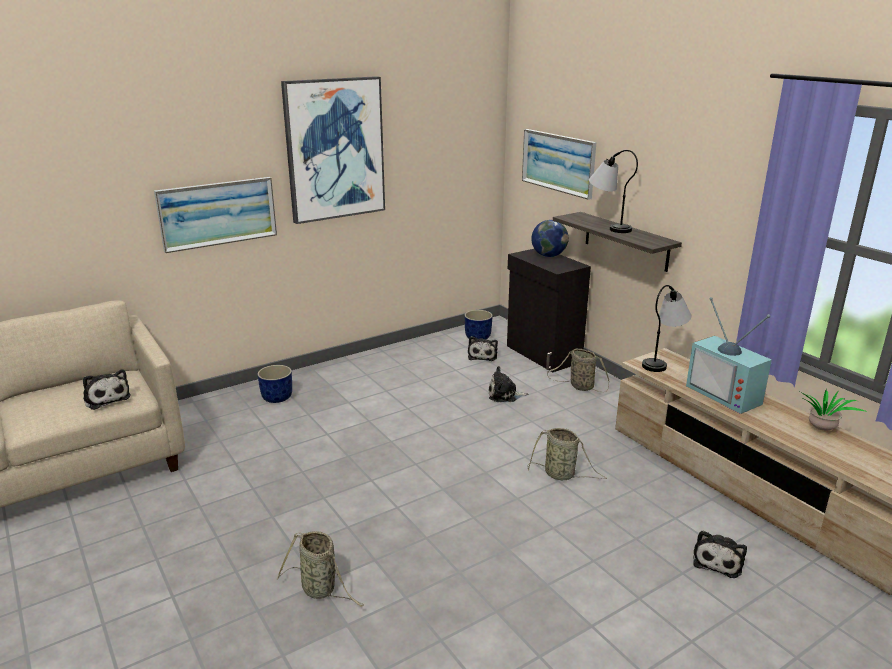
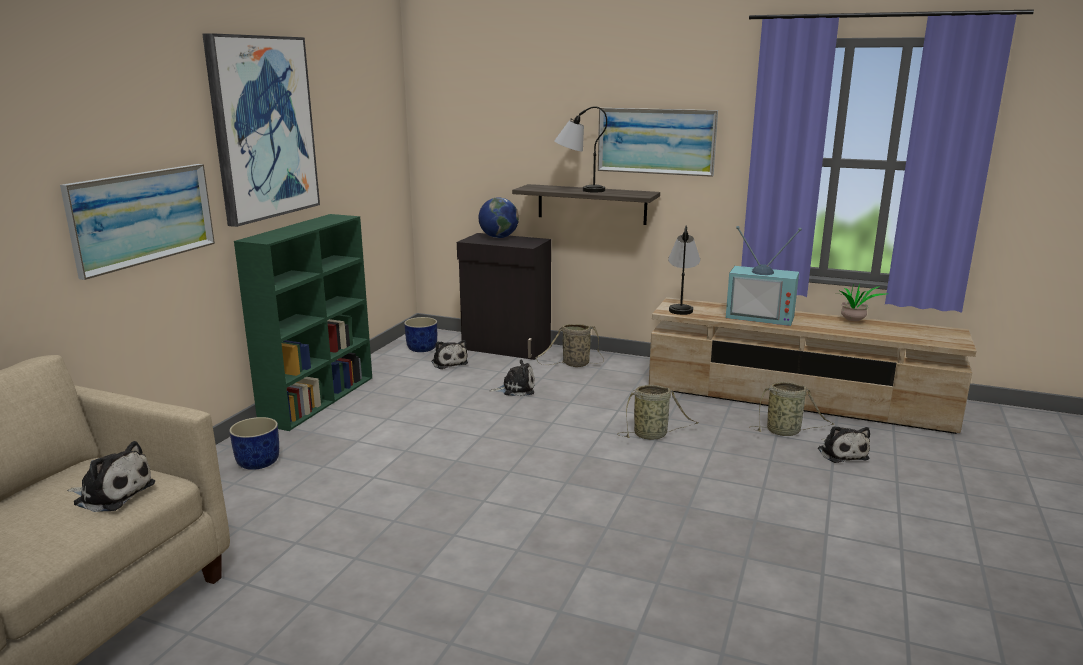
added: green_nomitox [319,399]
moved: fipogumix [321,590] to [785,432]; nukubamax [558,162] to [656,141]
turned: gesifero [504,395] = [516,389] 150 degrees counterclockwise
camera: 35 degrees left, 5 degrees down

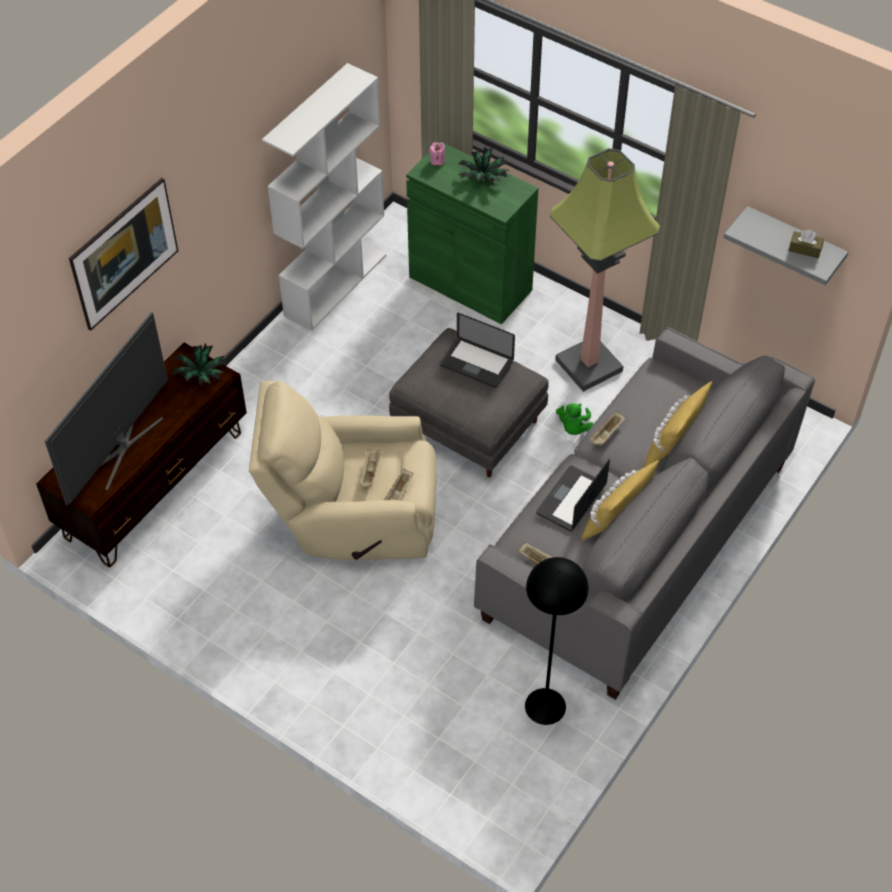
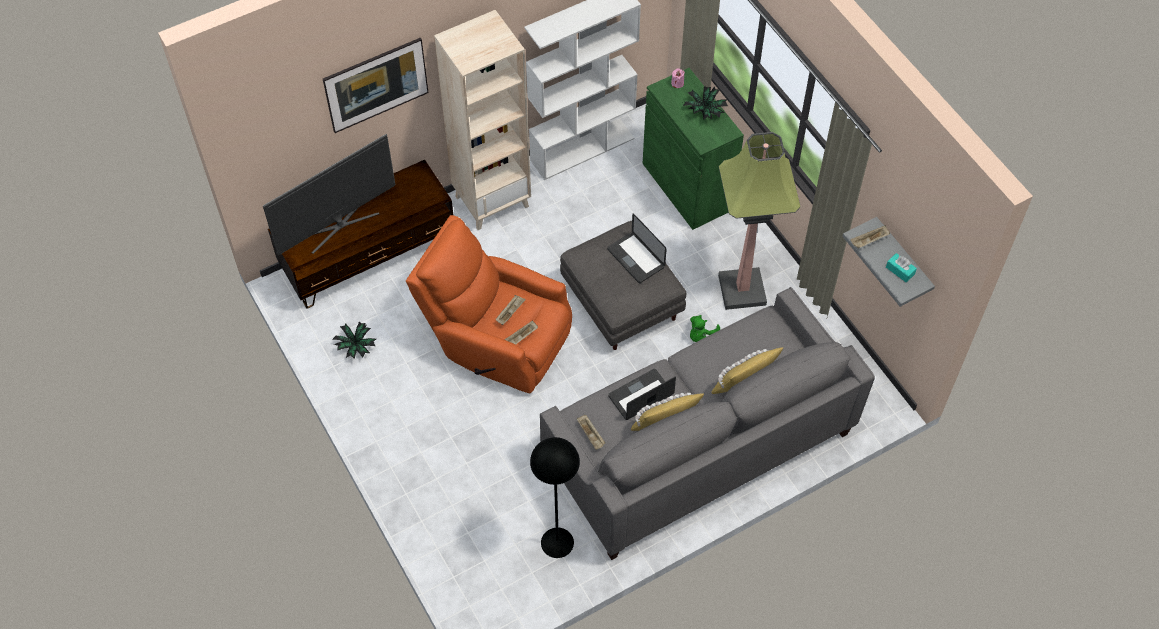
added: beige_nomitox [492,201]
moved: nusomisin [200,375] to [355,346]; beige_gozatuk [607,434] to [869,241]
recoloured: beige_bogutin [352,515] to orange_bogutin [496,339]; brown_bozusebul [805,249] to turquoise_bozusebul [900,271]
camera: 25 degrees right, 5 degrees up

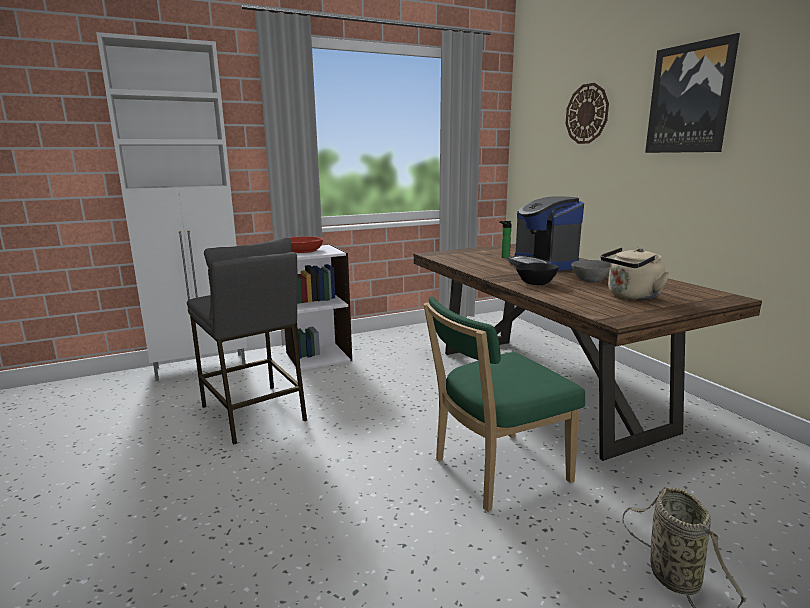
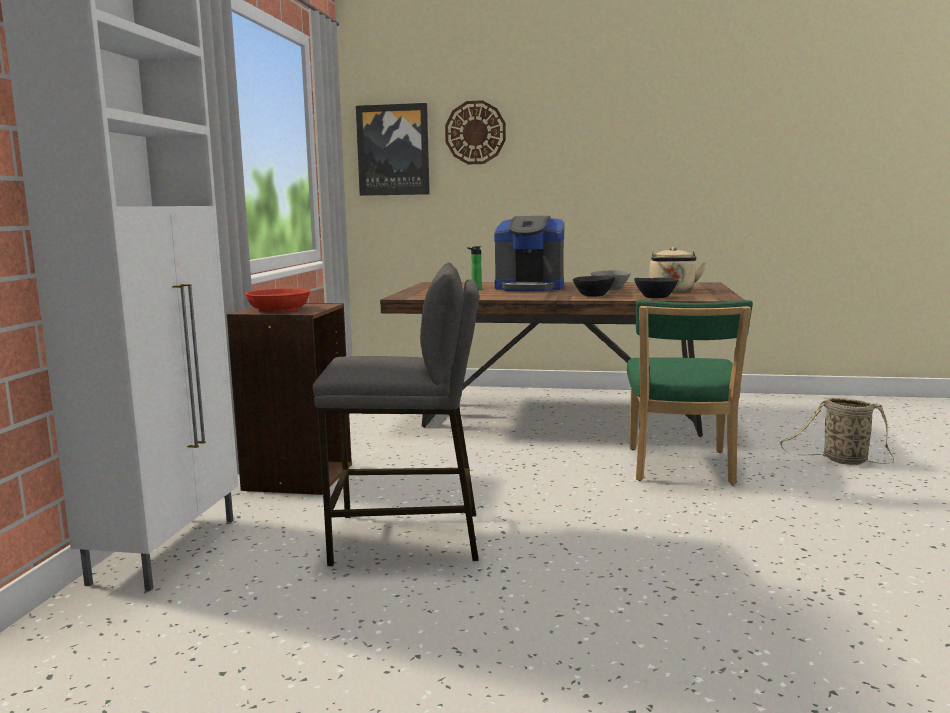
added: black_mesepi [656,297]
moved: nukubamax [689,99] to [393,150]
recoloured: white_nomitox [318,356] to brown_nomitox [297,477]
camera: 55 degrees left, 5 degrees down

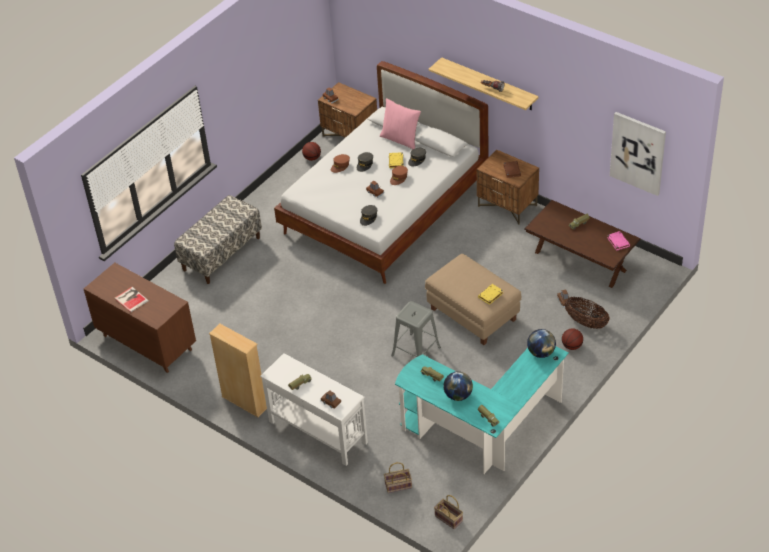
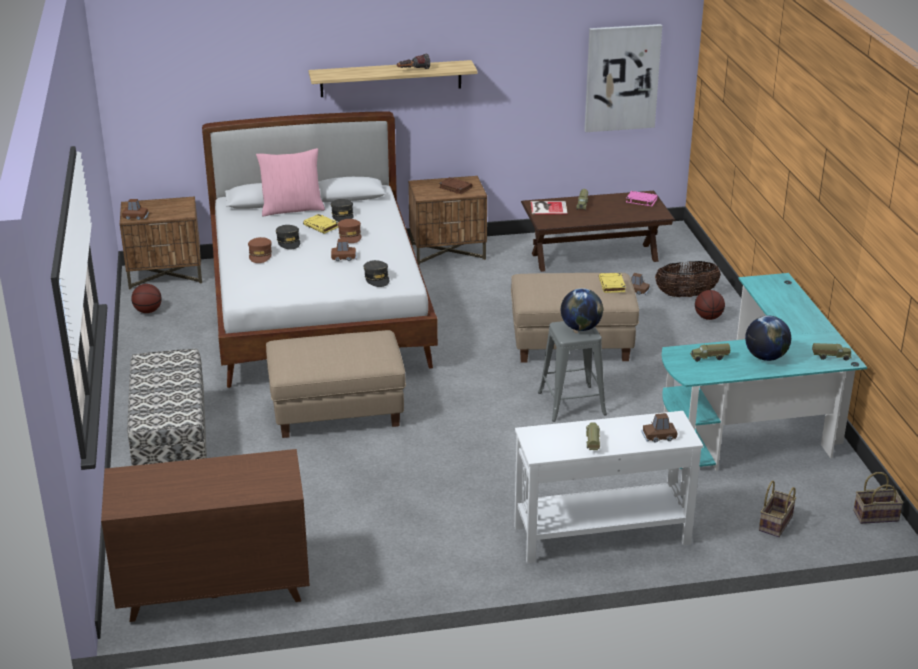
removed: beige_nomitox [244,402]
added: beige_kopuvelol [337,411]
moved: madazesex [131,299] to [547,208]; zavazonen [541,353] to [581,328]
camera: 50 degrees left, 15 degrees down

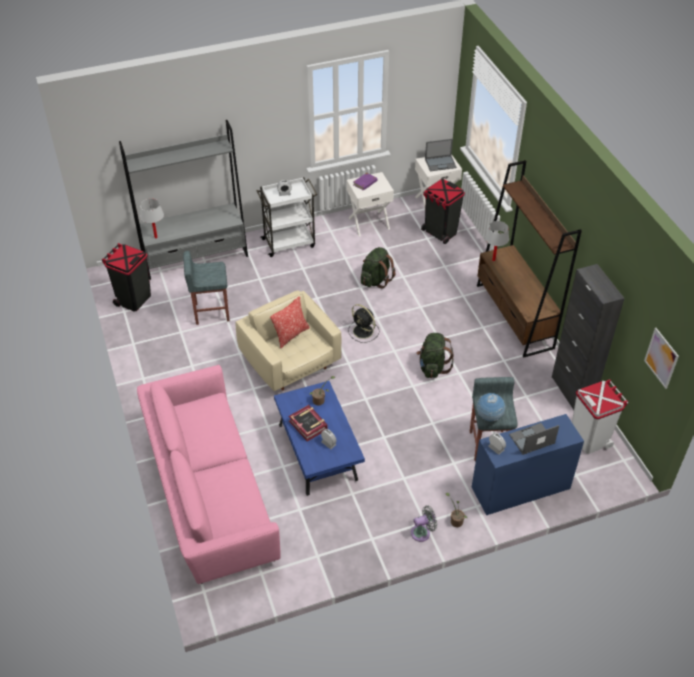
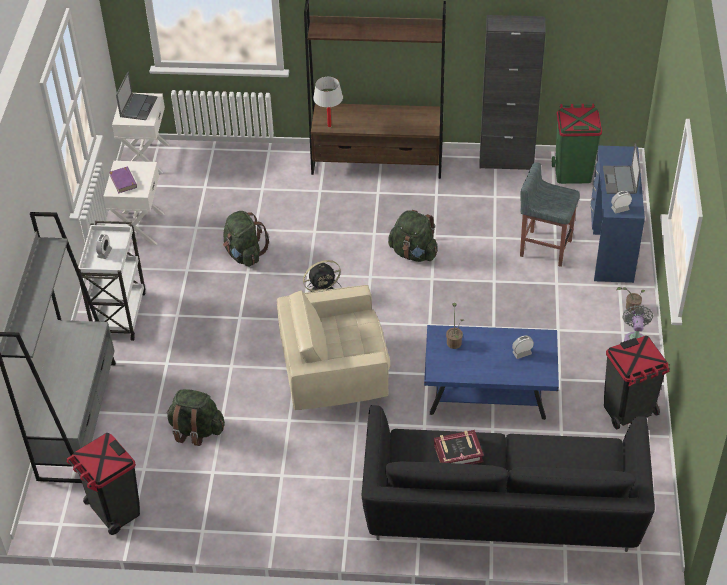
removed: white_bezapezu [156,237]; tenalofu [291,335]; zavazonen [489,417]; nukubamax [661,358]
moved: madazesex [308,425] to [458,453]; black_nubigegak [440,233] to [628,411]
replaced: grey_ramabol [211,312] to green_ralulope [196,430]
recoloured: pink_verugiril [210,494] to black_verugiril [502,510]; white_nubigegak [589,438] to green_nubigegak [572,173]
camera: 65 degrees left, 0 degrees up

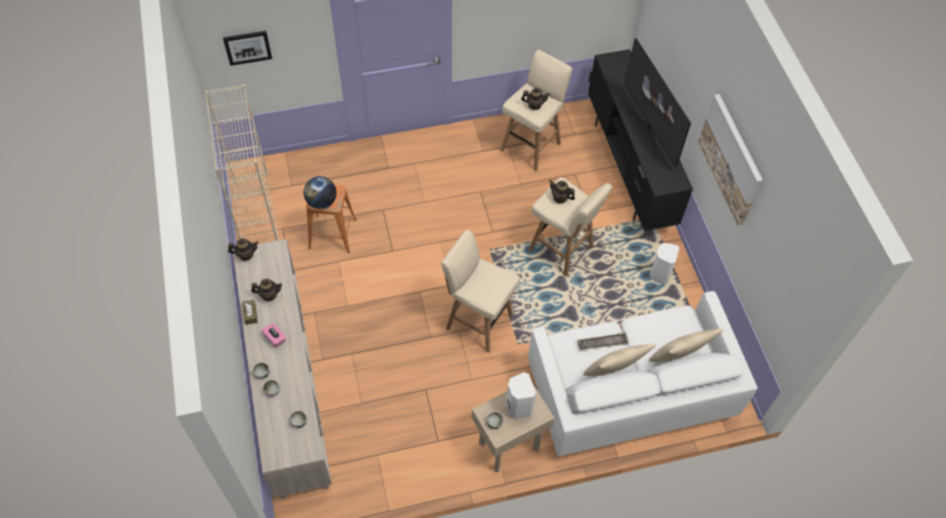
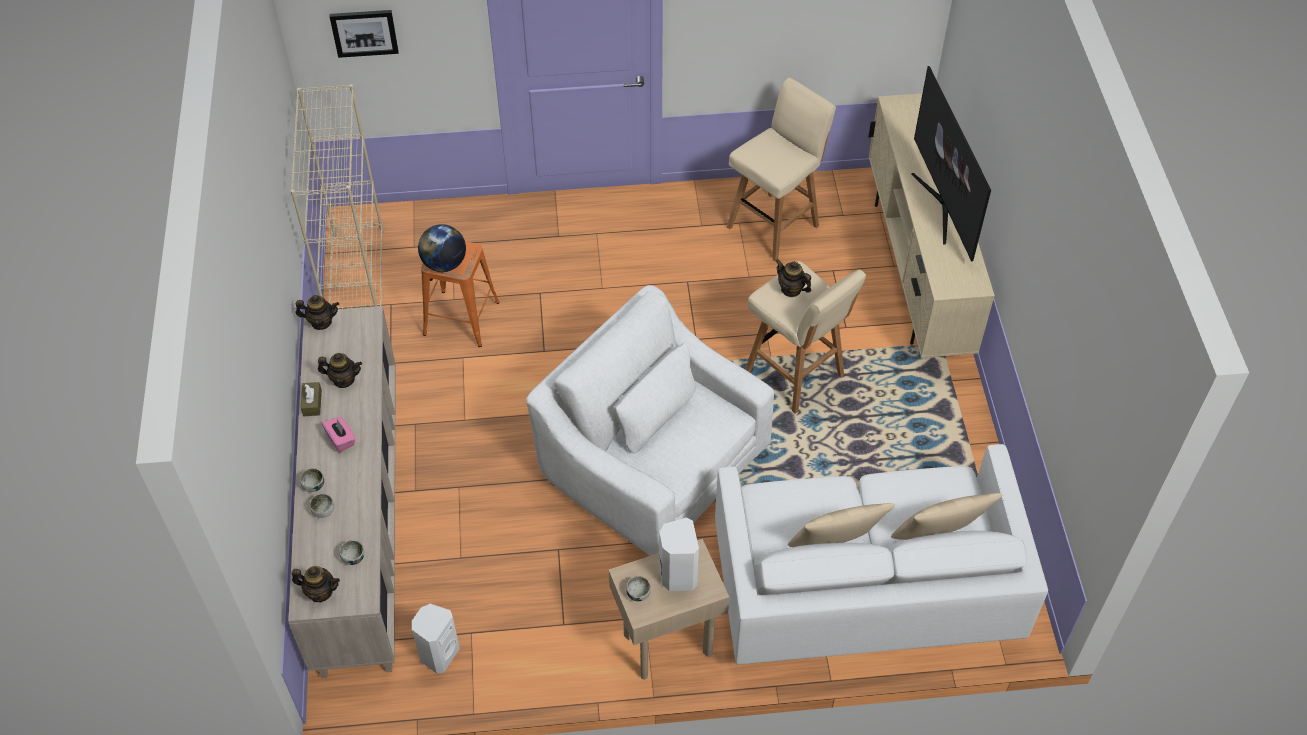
removed: gozatuk [602,343]; nukubamax [731,159]
moved: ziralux [534,105] to [320,592]; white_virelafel [659,274] to [438,654]
replaced: beige_ramabol [478,321] to white_bogutin [652,462]
recoloured: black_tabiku [629,169] to beige_tabiku [916,272]
camera: 10 degrees right, 5 degrees down

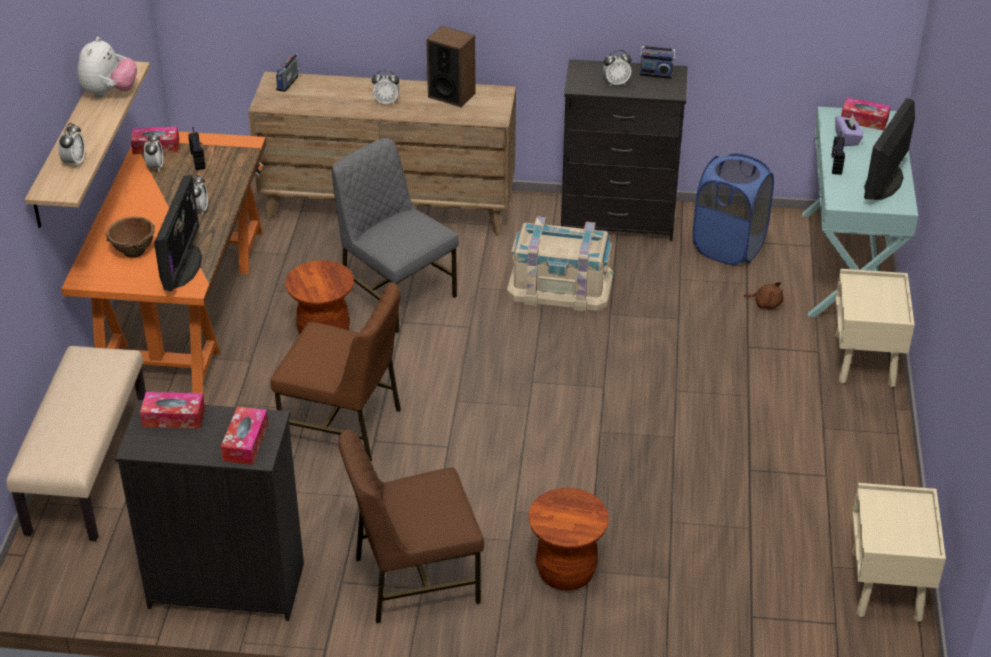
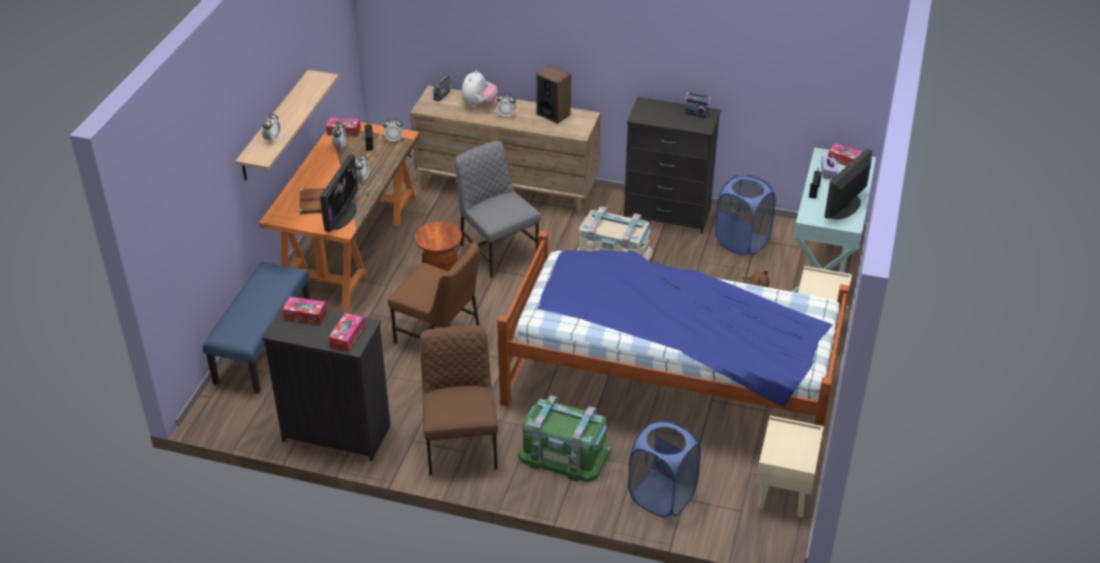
added: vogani [669,385]; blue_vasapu [661,497]
moved: gesifero [109,93] to [479,104]; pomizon [616,83] to [394,139]
replaced: brown_mesepi [133,251] to brown_madazesex [312,202]; brown_ramabol [566,572] to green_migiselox [564,453]
recoloured: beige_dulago [87,469] to blue_dulago [263,346]
turned: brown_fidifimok [414,579] = [461,444] 90 degrees clockwise
camera: 10 degrees right, 0 degrees up

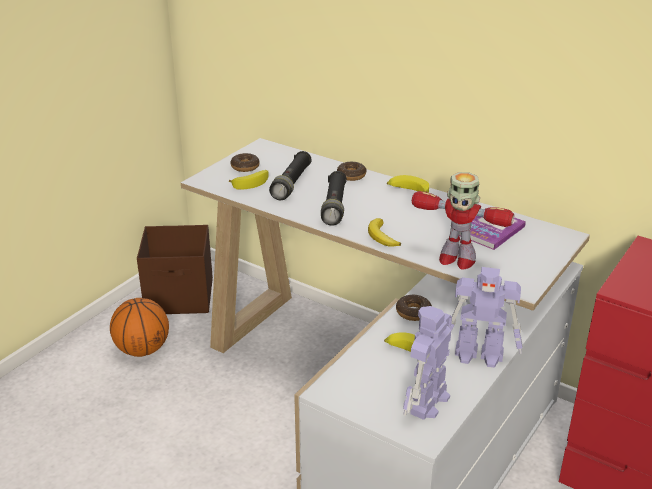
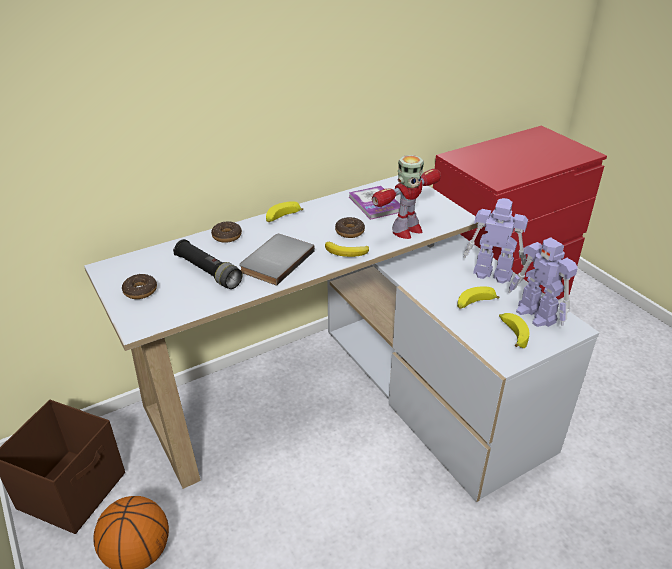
moved: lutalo [251,182] to [512,333]; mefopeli [413,312] to [349,231]
replaced: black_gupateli [334,206] to grey_madazesex [275,260]
turned: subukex [480,355] = [491,273] 105 degrees counterclockwise
camera: 65 degrees left, 5 degrees up

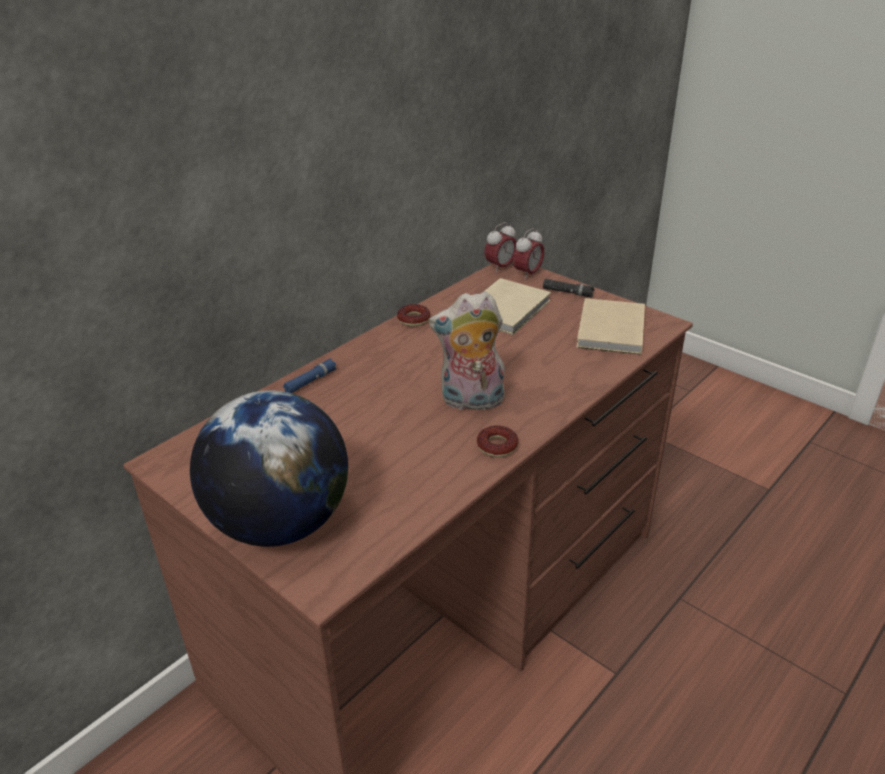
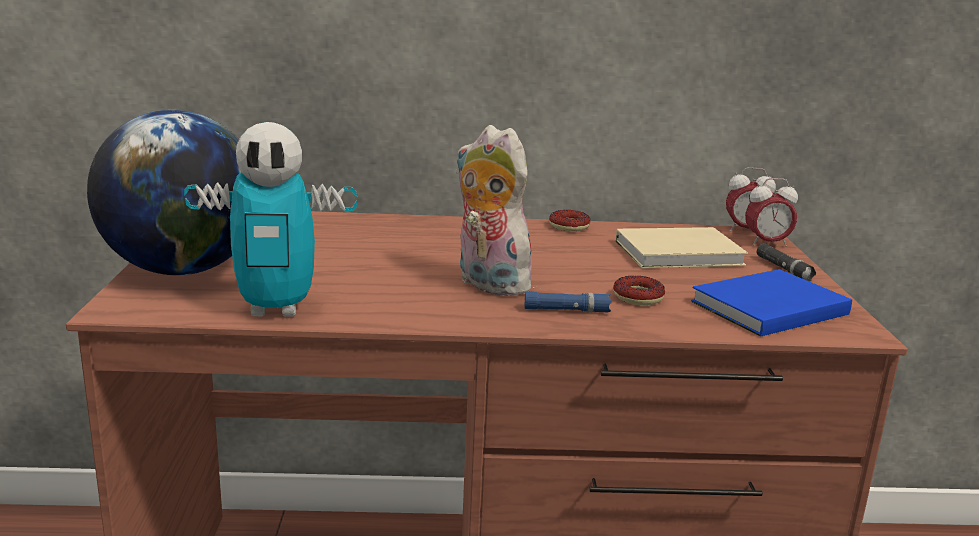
added: subukex [276,309]
moved: blue_gupateli [310,381] to [566,310]; mefopeli [497,446] to [638,297]
recoloured: beige_madazesex [609,330] to blue_madazesex [765,307]
camera: 45 degrees right, 15 degrees down

